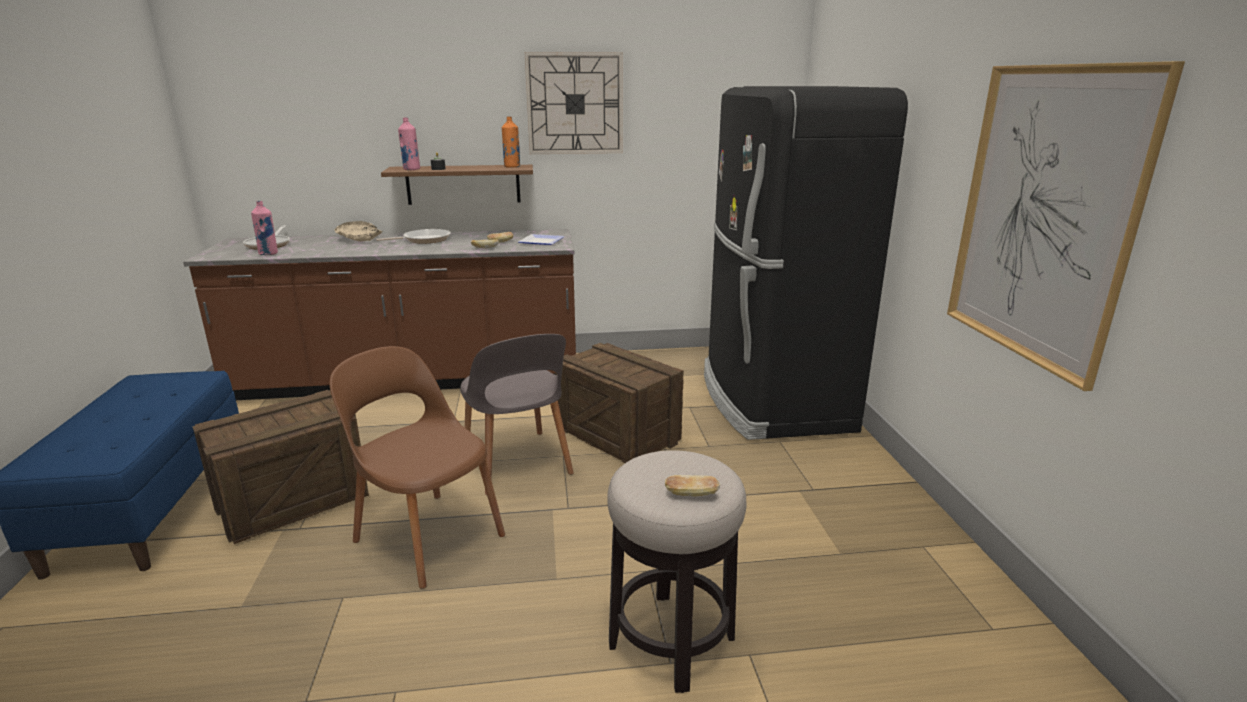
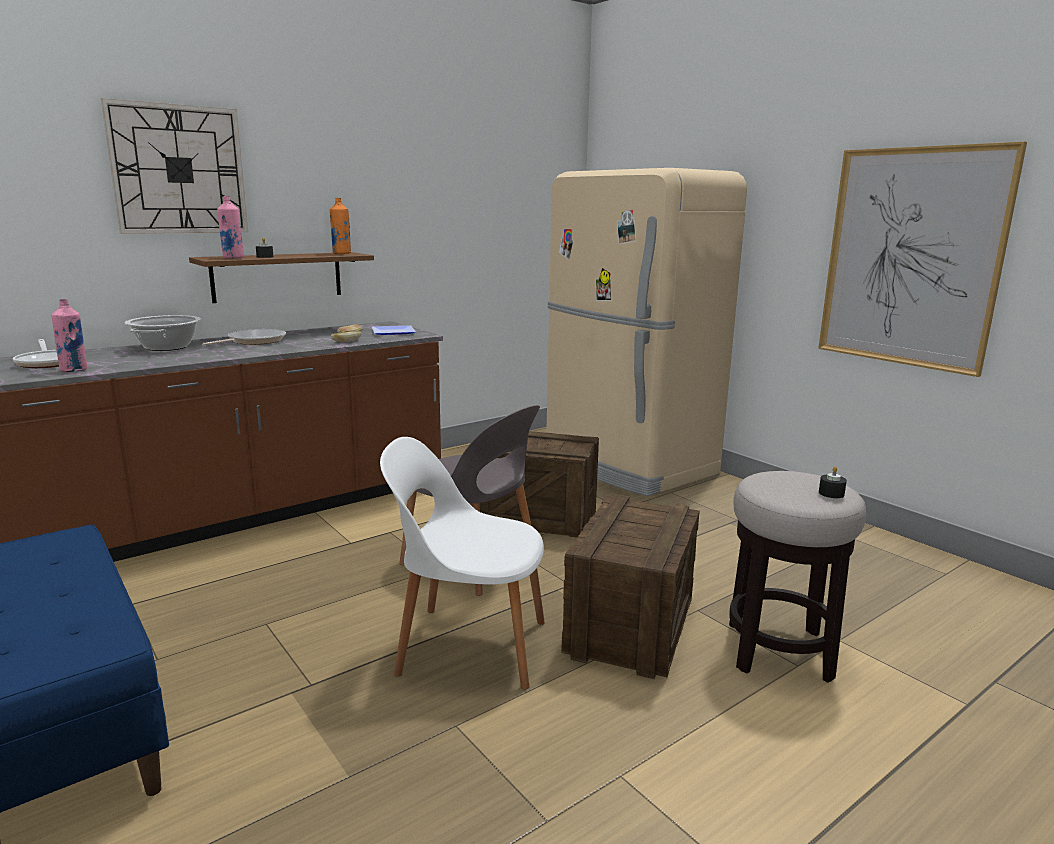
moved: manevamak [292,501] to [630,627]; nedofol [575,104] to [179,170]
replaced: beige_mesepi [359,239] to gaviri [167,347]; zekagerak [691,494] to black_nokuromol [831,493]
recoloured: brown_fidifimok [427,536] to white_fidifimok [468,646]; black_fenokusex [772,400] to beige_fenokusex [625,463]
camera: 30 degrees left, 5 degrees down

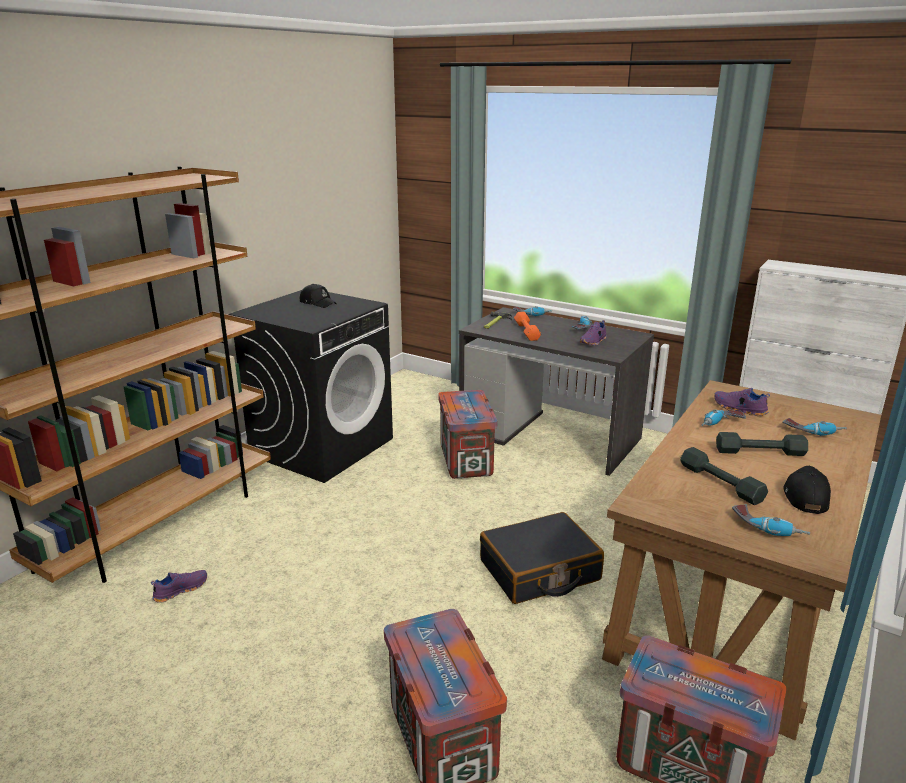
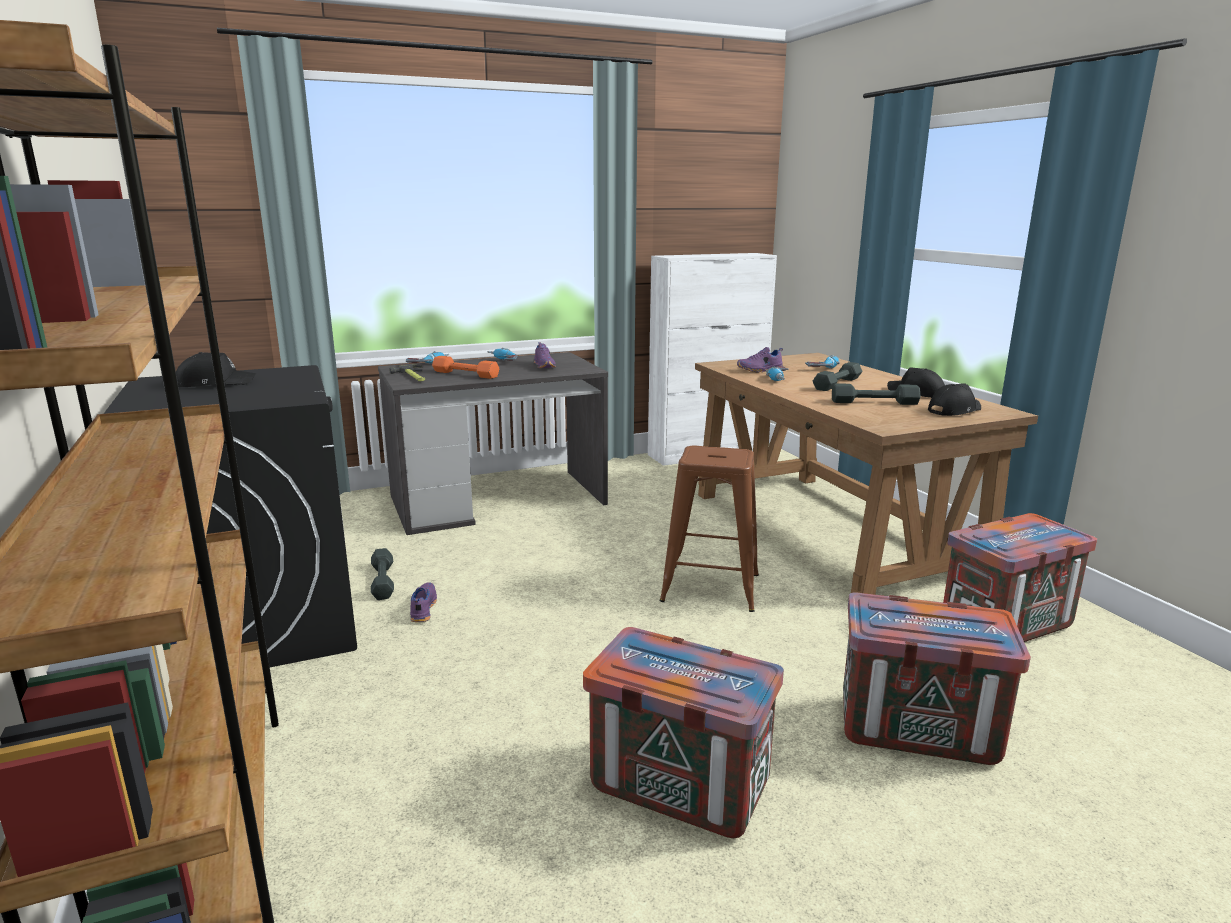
added: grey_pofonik [383,581]
moved: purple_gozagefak [180,589] to [422,609]; manevamak [466,461] to [677,786]
replaced: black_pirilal [539,571] to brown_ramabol [710,588]; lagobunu [768,528] to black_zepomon [953,410]
camera: 55 degrees left, 5 degrees down

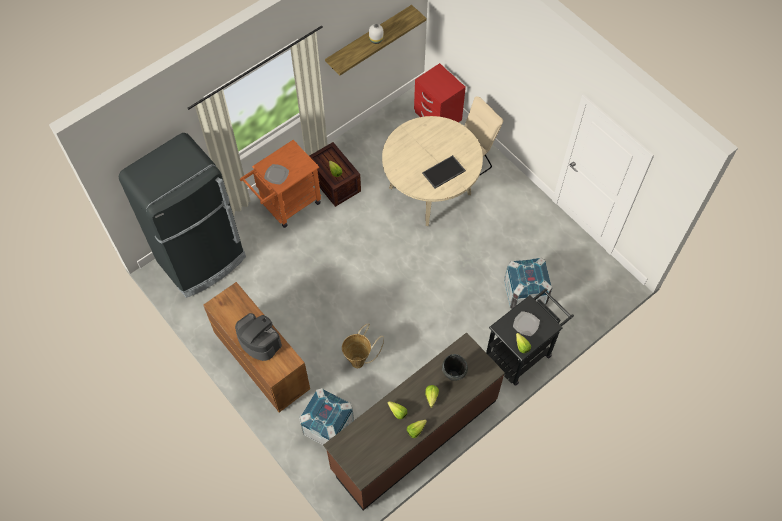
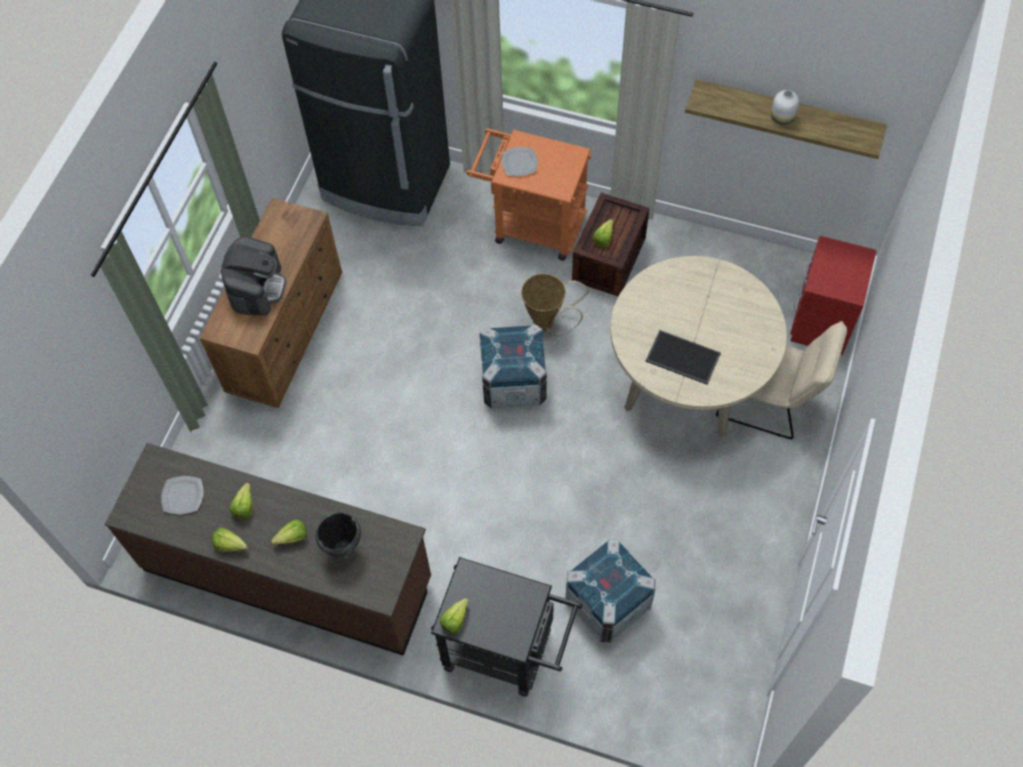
moved: manevamak [328,426] to [513,382]; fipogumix [360,360] to [548,325]; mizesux [526,324] to [183,496]
camera: 60 degrees right, 0 degrees up

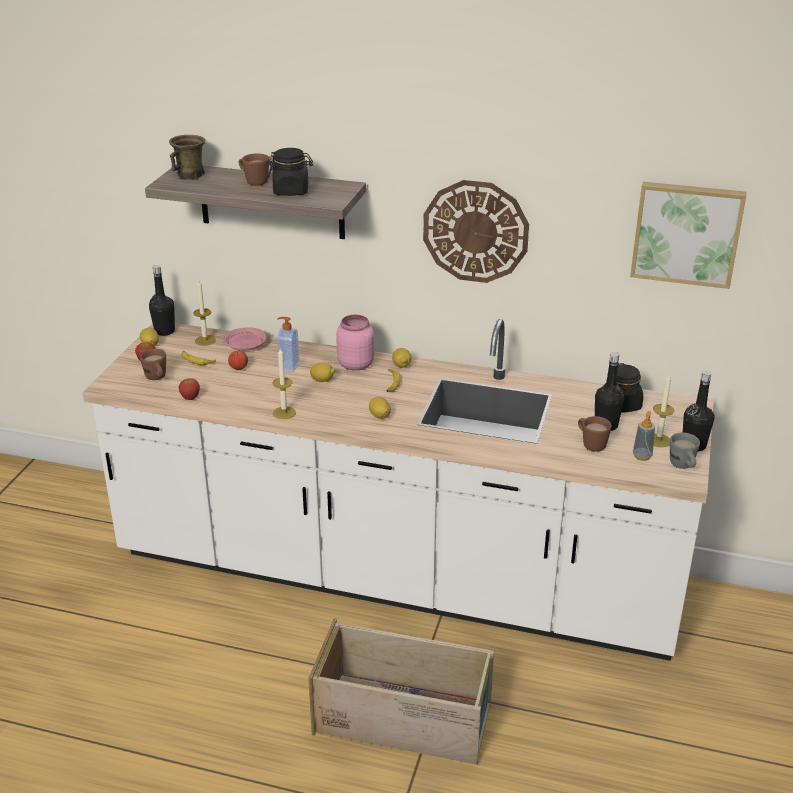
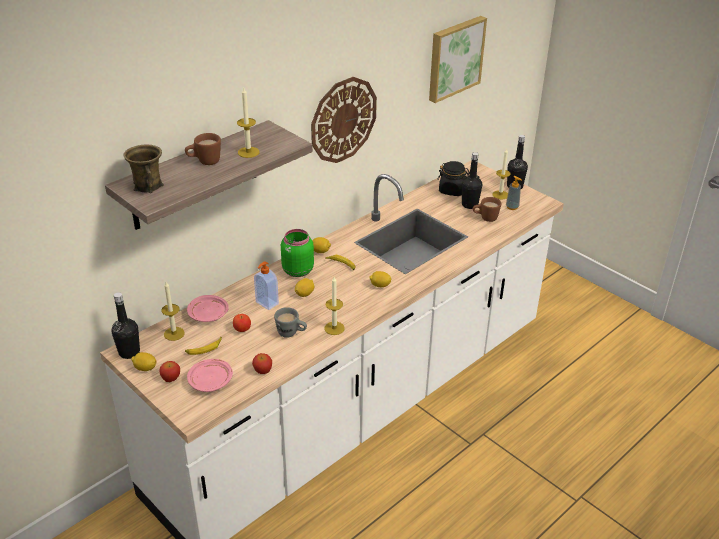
removed: manevamak [404,718]
moved: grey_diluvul [683,466] to [291,333]
replaced: brown_diluvul [157,378] to pink_mizesux [210,381]; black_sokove [291,191] to nokuromol [248,152]
recoloured: pink_sokove [355,364] to green_sokove [297,271]
camera: 60 degrees left, 5 degrees up

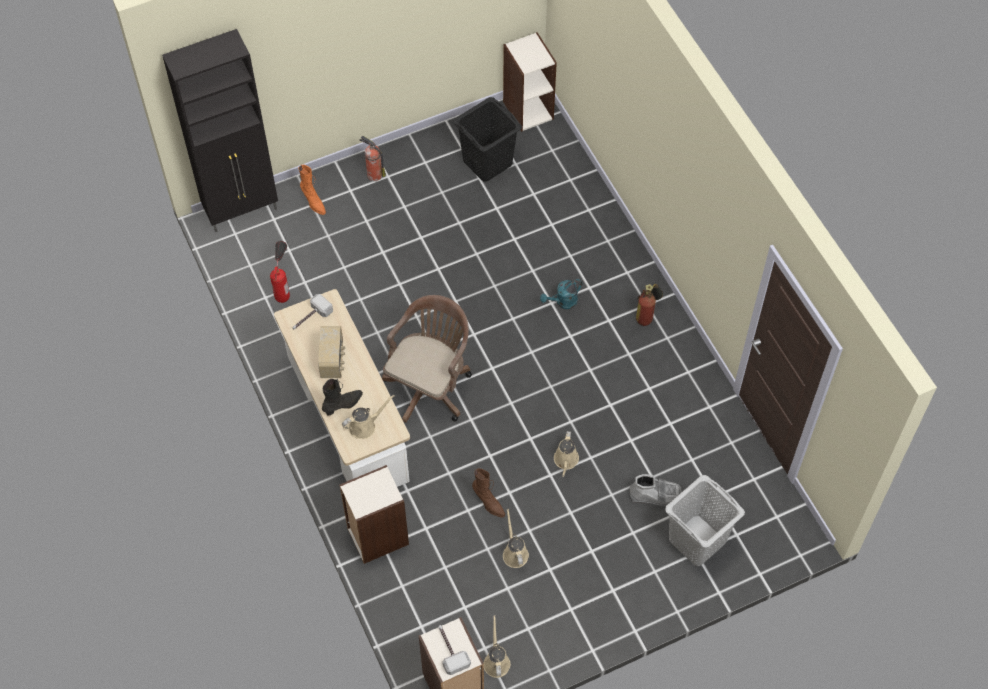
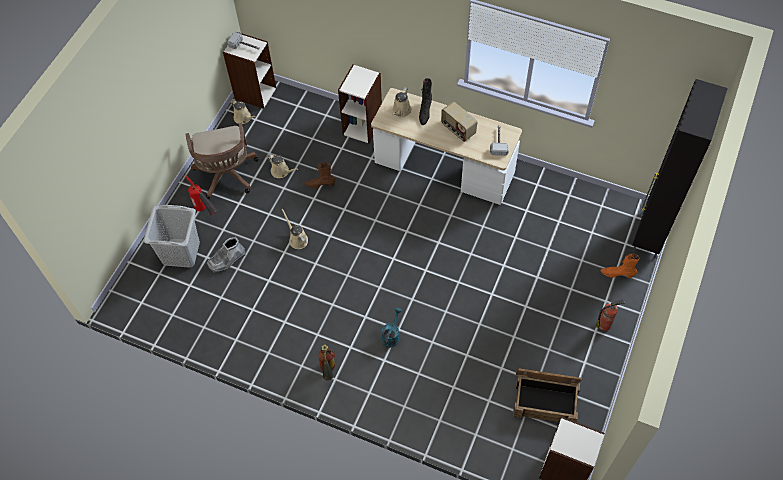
moved: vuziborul [283,284] to [207,213]; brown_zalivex [430,385] to [226,176]
replaced: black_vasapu [487,162] to manevamak [545,398]
camera: 140 degrees right, 0 degrees up

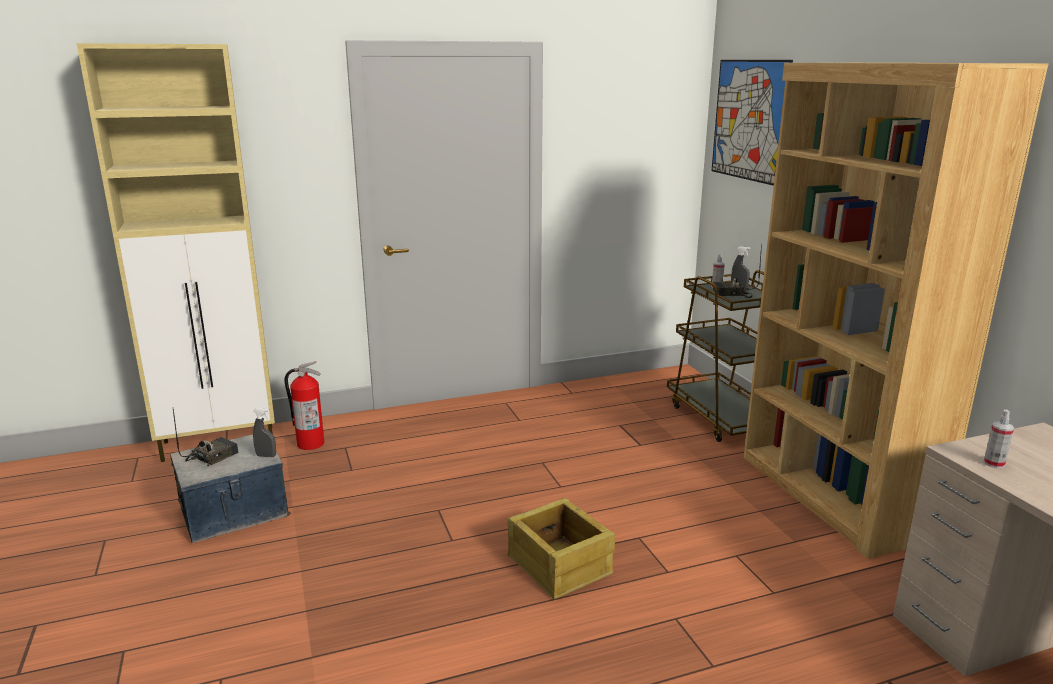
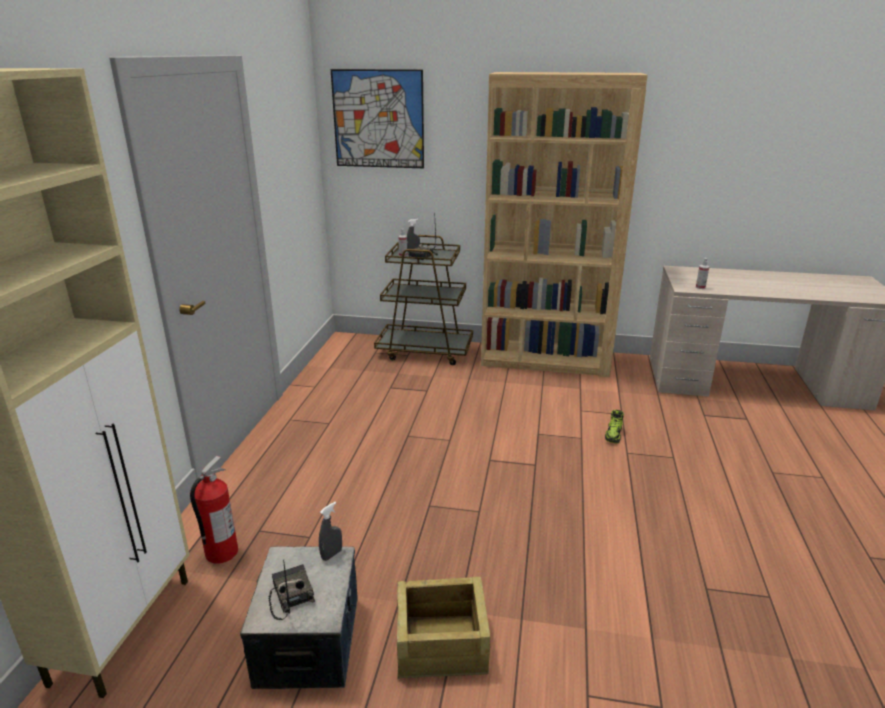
added: gozagefak [613,435]
moved: manevamak [559,566] to [442,645]
camera: 60 degrees left, 5 degrees up

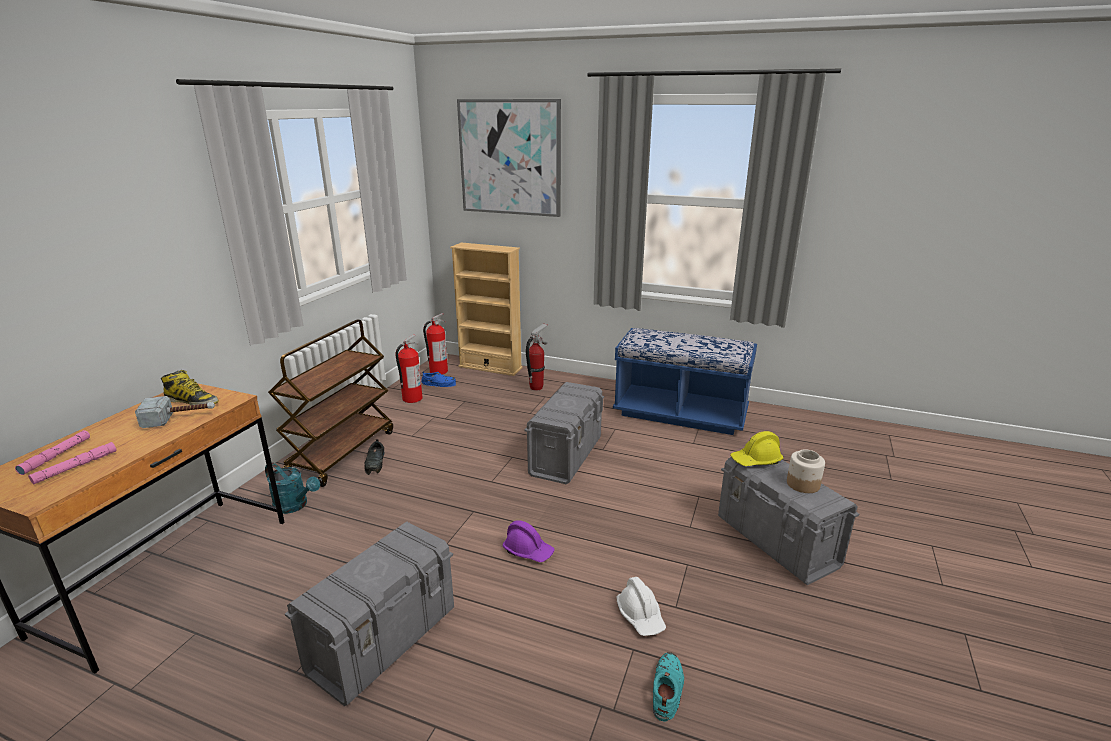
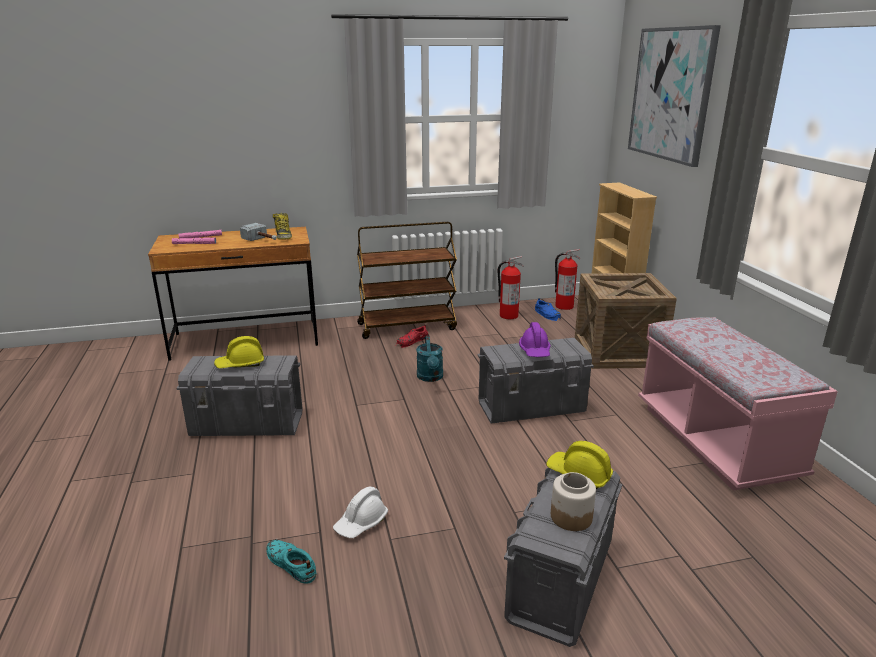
added: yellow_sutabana [240,364]
moved: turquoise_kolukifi [295,506] to [430,378]; purple_sutabana [528,551] to [535,351]
replaced: vuziborul [536,387] to manevamak [617,351]
recoloured: black_gozagefak [375,462] to red_gozagefak [412,341]; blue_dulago [680,413] to pink_dulago [715,441]
turned: turquoise_gozagefak [667,688] = [291,564] 120 degrees counterclockwise
camera: 55 degrees right, 0 degrees up

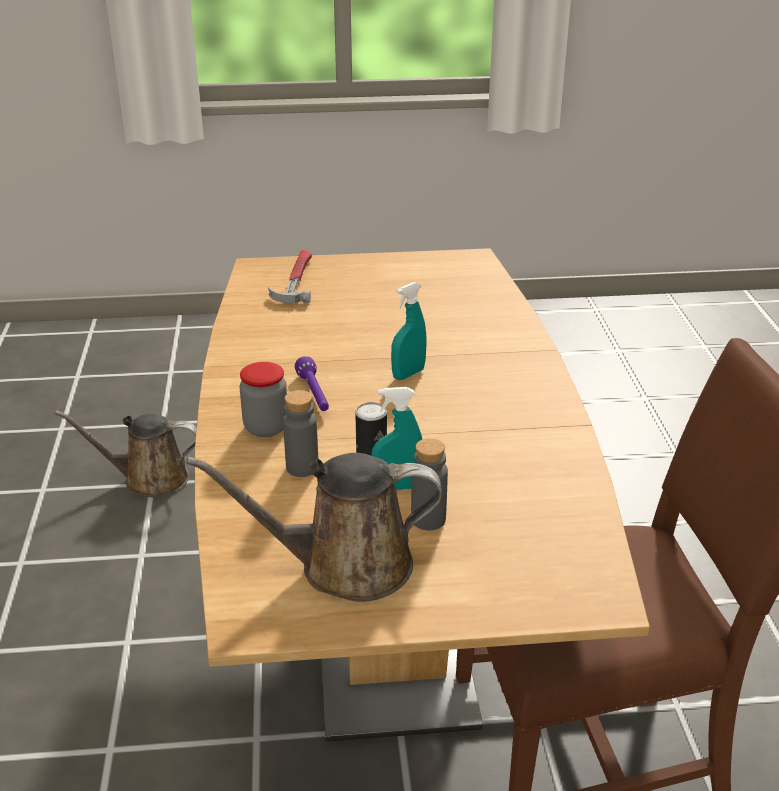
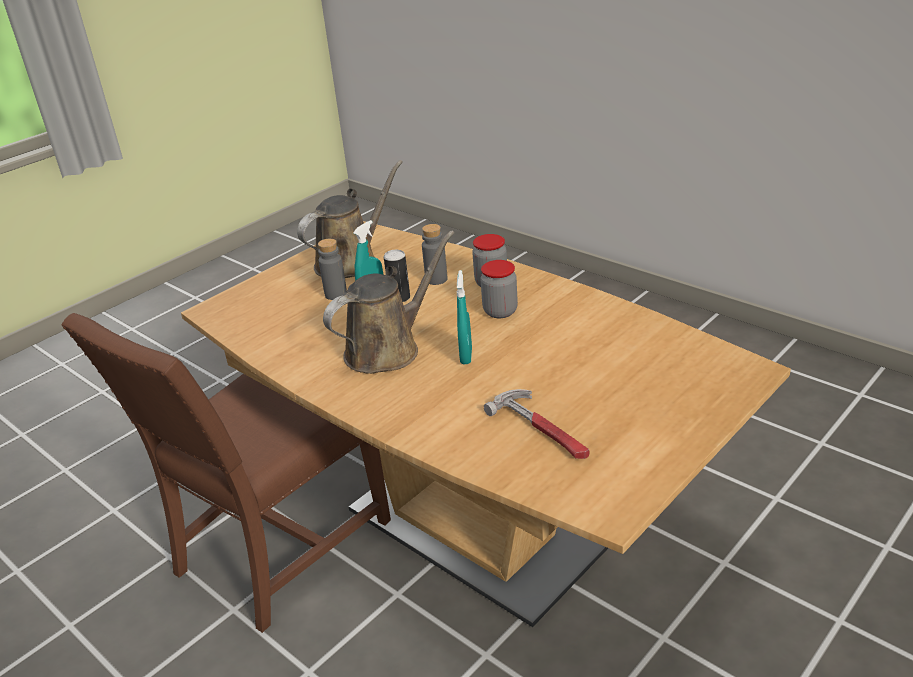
moved: brown_kolukifi [149,479] to [388,349]; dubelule [296,280] to [542,429]
replaced: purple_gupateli [314,394] to sokove [500,311]
camera: 140 degrees right, 0 degrees up

